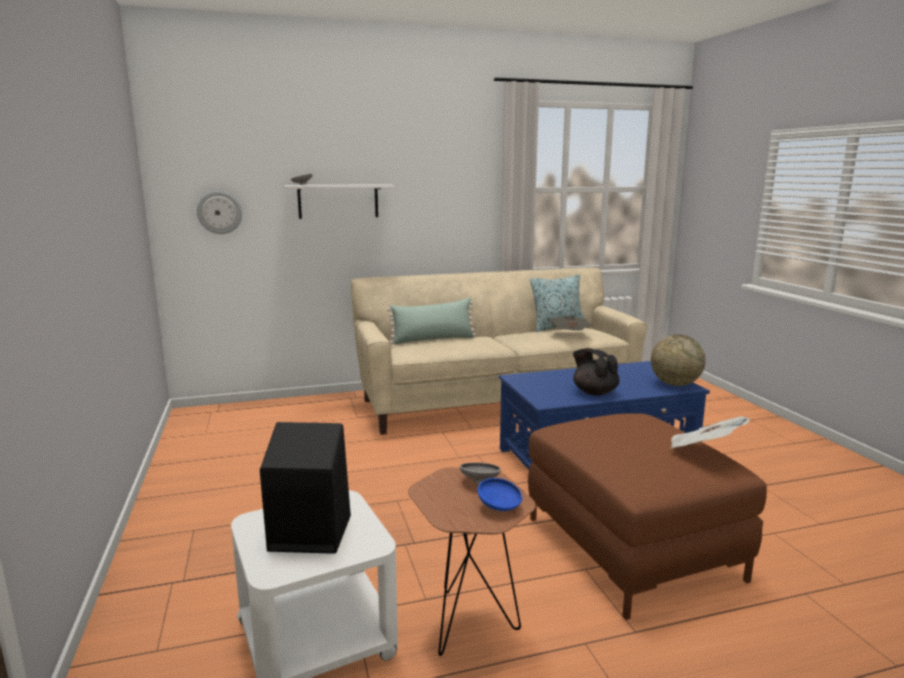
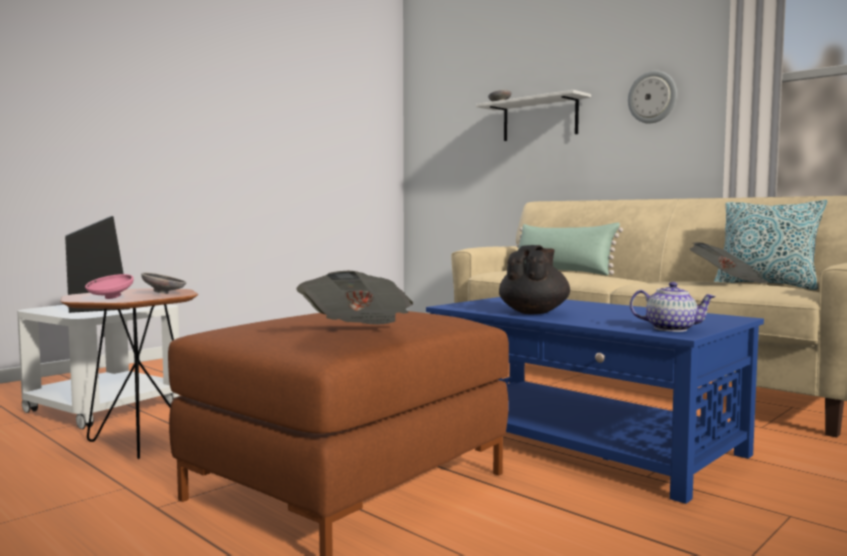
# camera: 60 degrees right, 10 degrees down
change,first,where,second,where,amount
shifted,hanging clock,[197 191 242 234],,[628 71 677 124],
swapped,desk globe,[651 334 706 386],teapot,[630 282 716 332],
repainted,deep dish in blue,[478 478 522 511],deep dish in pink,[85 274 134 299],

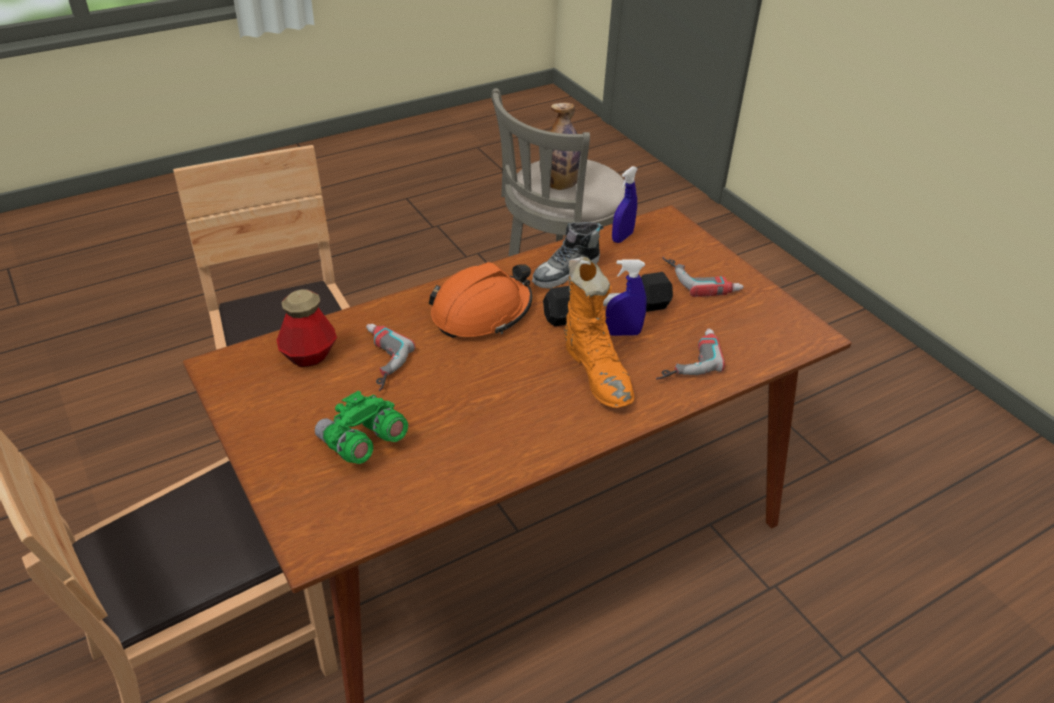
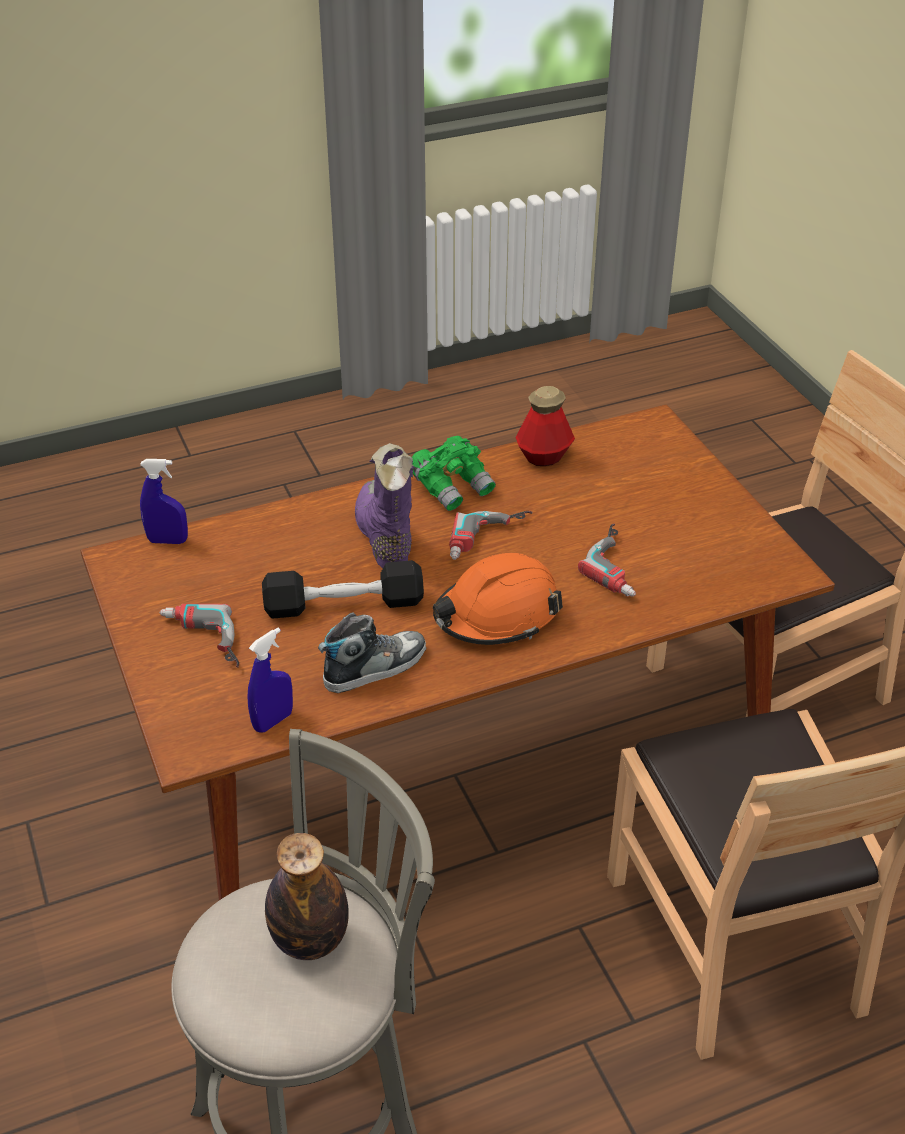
# camera: 170 degrees left, 0 degrees up
change,first,where,second,where,amount
shifted,drink bottle,[276 289 337 367],,[516 386 575 466],
shifted,field glasses in green-coloured,[315 390 408 464],,[412 436 496 511],
shifted,sprayer in blue,[605 259 646 336],,[140 459 188 544],
shifted,power drill,[656 328 725 379],,[449 511 533 560],
repainted,tall boot in orange-coloured,[564 257 634 408],tall boot in purple-coloured,[355 443 414 568],

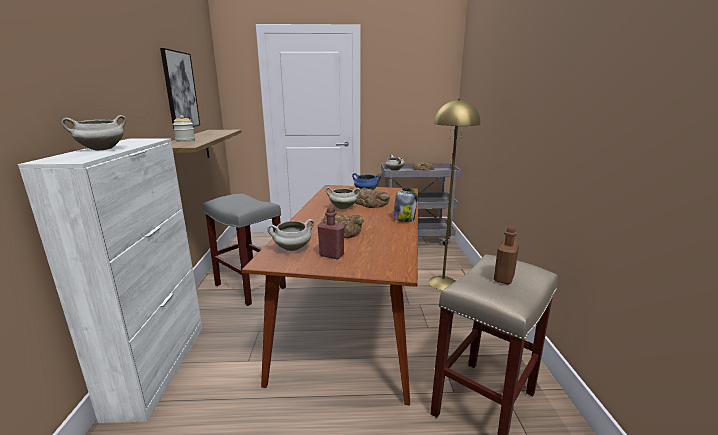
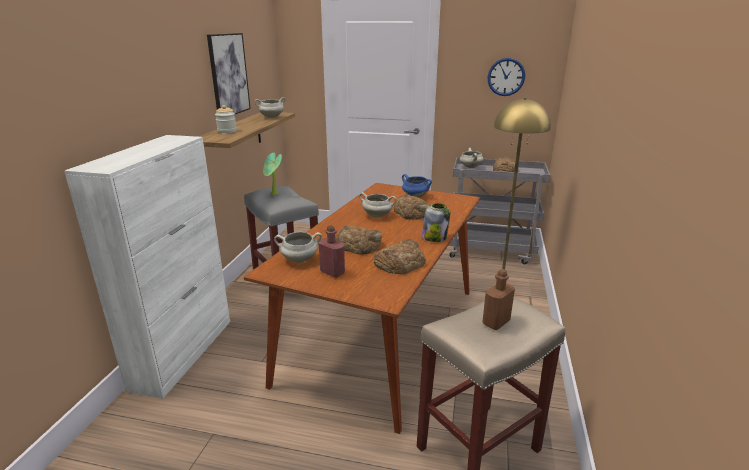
# camera: 15 degrees right, 5 degrees up
change,first,where,second,where,amount
new,,,houseplant,[263 153 282 196],
new,,,bakery bread,[373 239 426 274],
new,,,hanging clock,[488 58 525 96],
shifted,saucepot in white,[61 115 126 151],,[255 97 286 118],

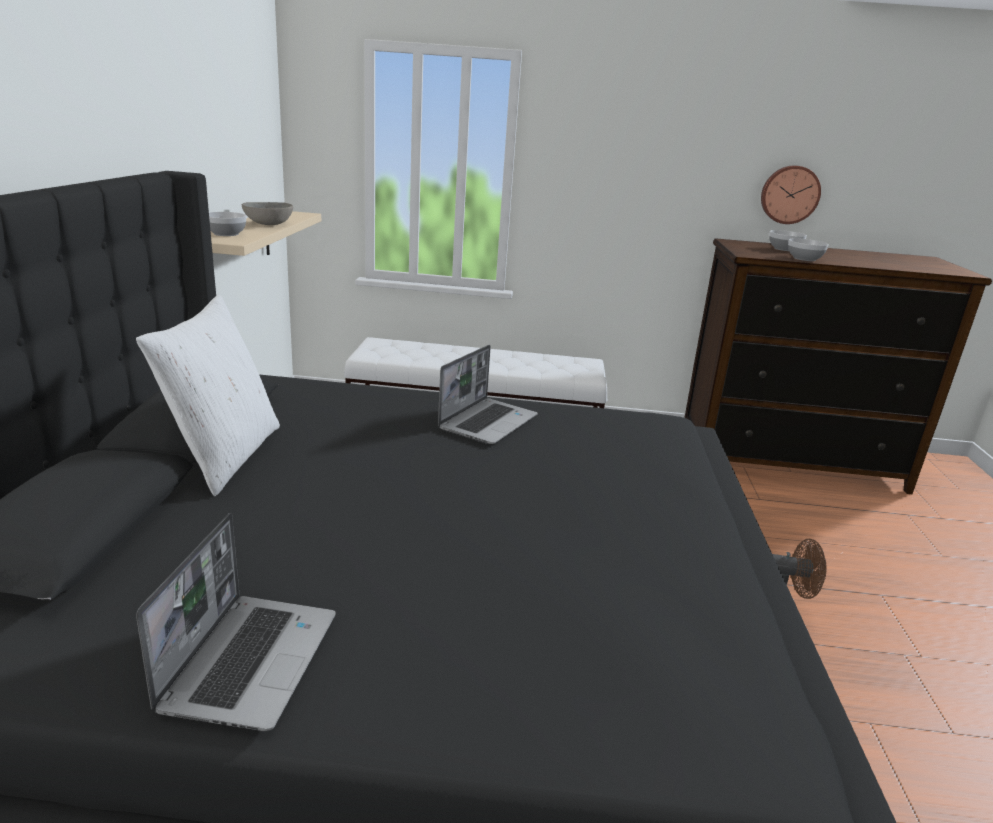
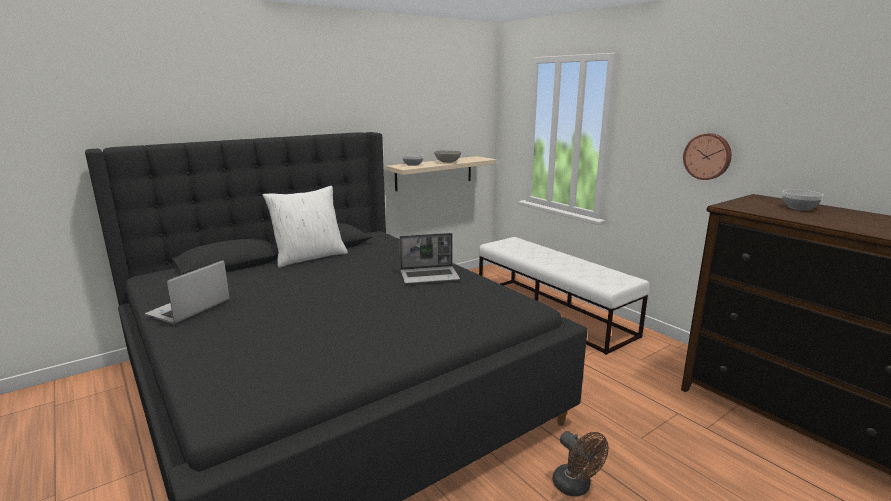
# camera: 50 degrees right, 5 degrees down
change,first,where,second,where,amount
gone,deep dish,[788 238 829 261],,,
shifted,hanging clock,[761 165 821 224],,[683 133 732 180],
rotated,portable computer,[136 513 336 731],,[145 260 230 324],150 degrees clockwise

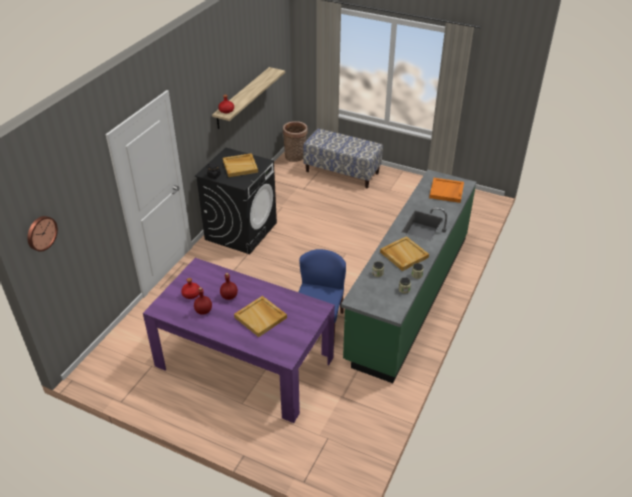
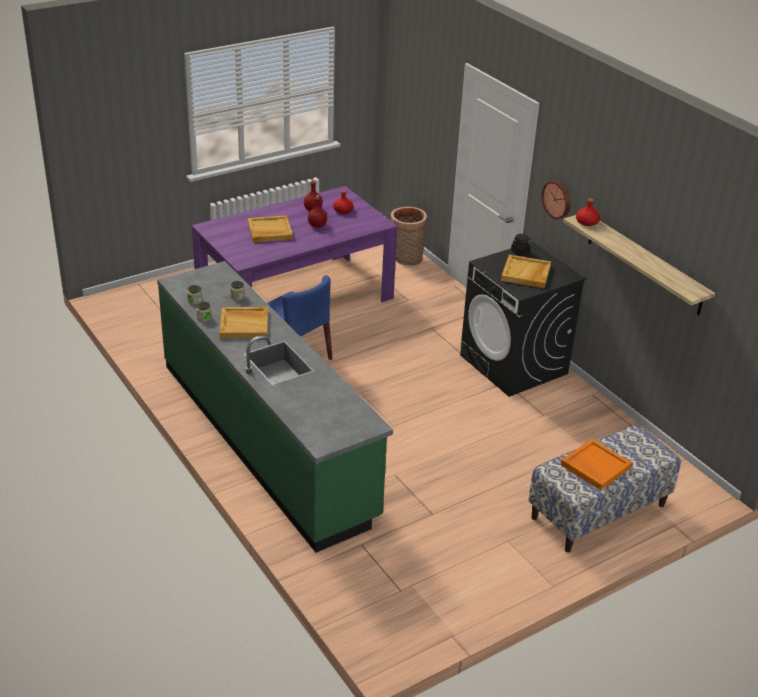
# camera: 120 degrees right, 5 degrees down
change,first,where,second,where,amount
shifted,hanging clock,[27 216 58 252],,[542 181 570 219],
shifted,household basket,[283 121 308 162],,[390 207 427 266],
shifted,serving tray in orange-coloured,[429 178 464 203],,[561 439 632 490],

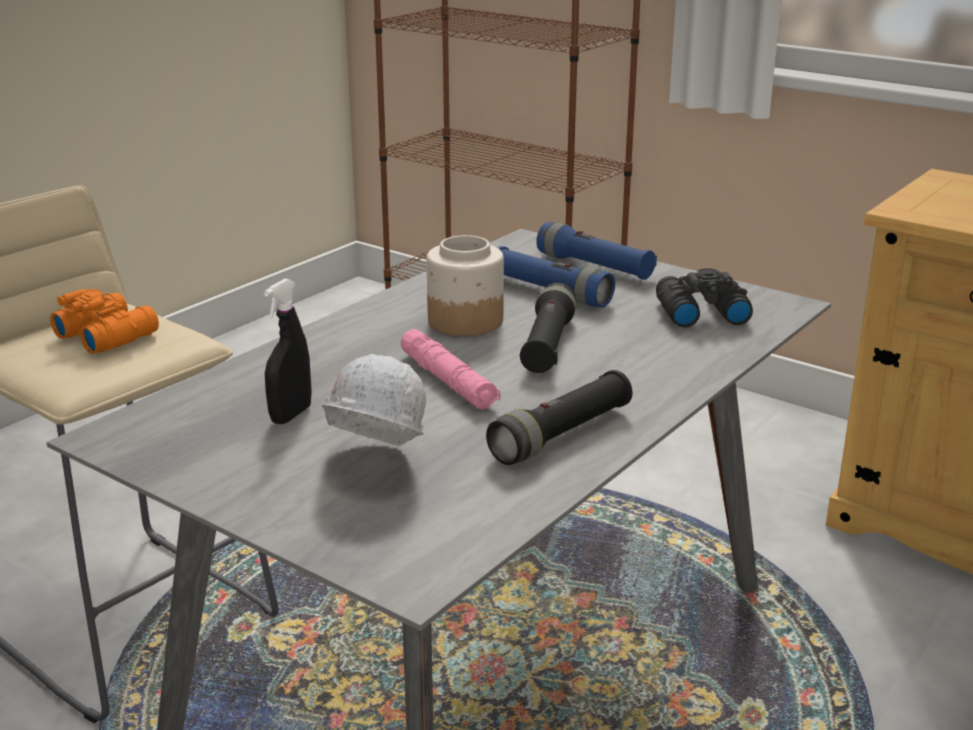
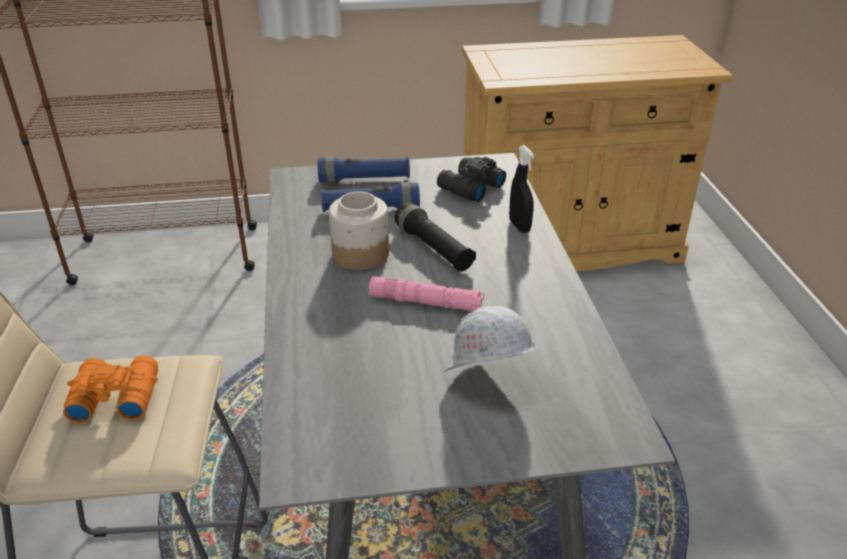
# camera: 45 degrees left, 10 degrees up
change,first,where,second,where,amount
gone,hand torch in blackish,[486 370 632 465],,,
shifted,sprayer in blackish,[264 279 312 424],,[509 145 534 233],

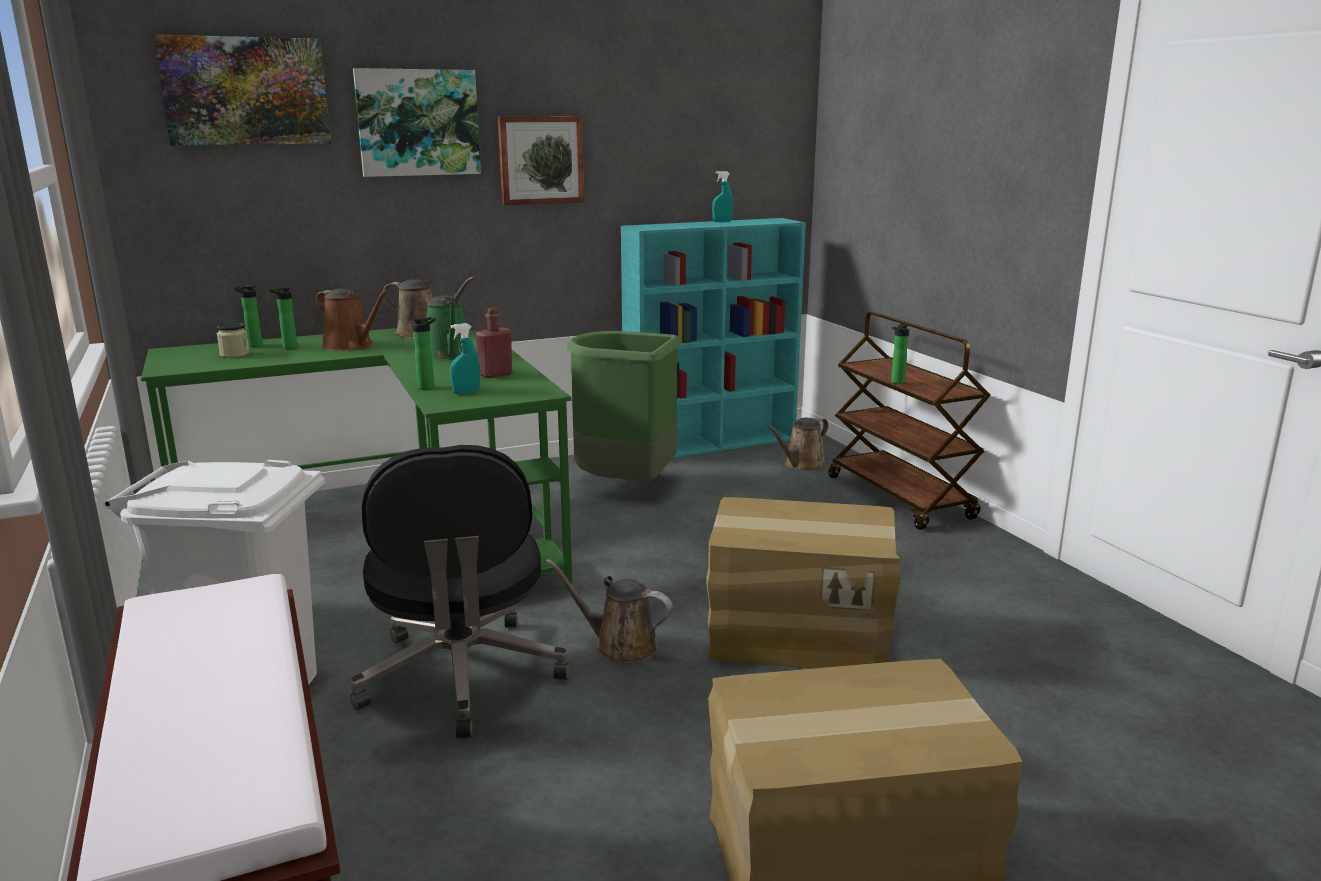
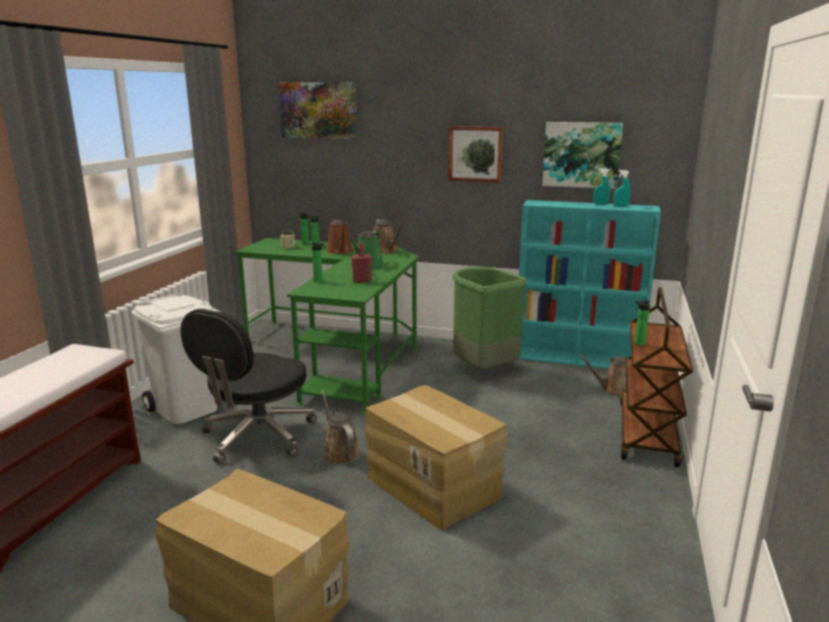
# camera: 40 degrees right, 0 degrees up
change,first,where,second,where,amount
shifted,wall picture,[353 68 481 177],,[542 122 623 189],
shifted,sprayer in turquoise,[450 323 480 394],,[613 170 630 207],

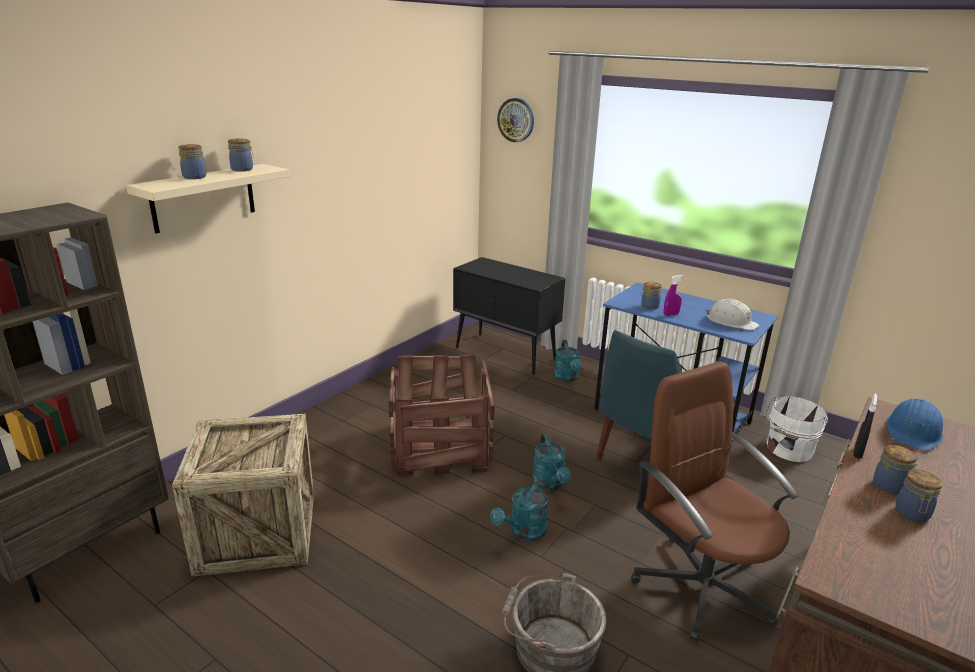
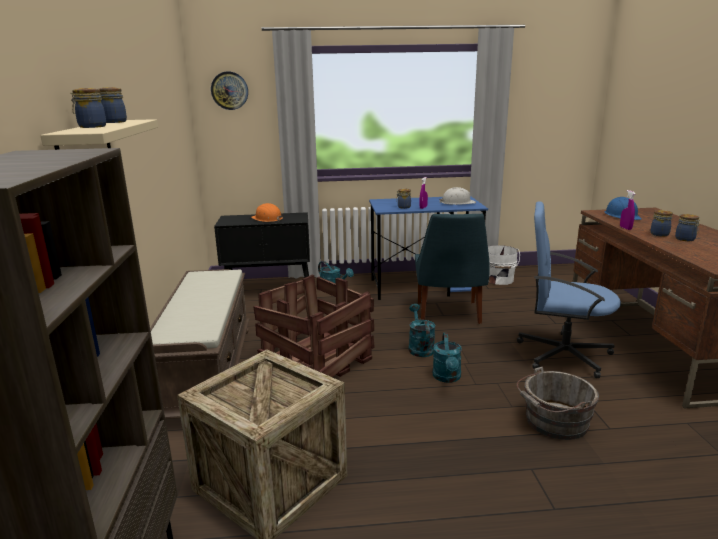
# camera: 40 degrees left, 5 degrees down
change,first,where,second,where,amount
new,,,bench in brown,[150 269 250 419],
new,,,safety helmet in orange-coloured,[251 203 283 222],
repainted,desk chair in brown,[631 362 798 641],desk chair in blue,[517 201 621 378],
repainted,sprayer in blackish,[854 394 877 459],sprayer in purple-coloured,[620 190 635 230],
rotated,watering pot in turquoise,[532 433 571 491],,[409 304 435 357],135 degrees counterclockwise

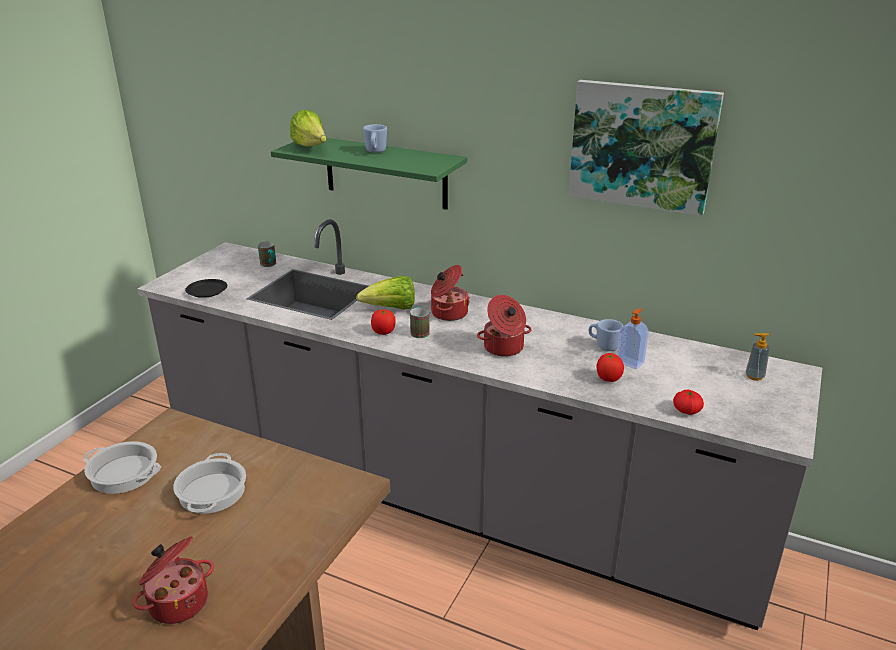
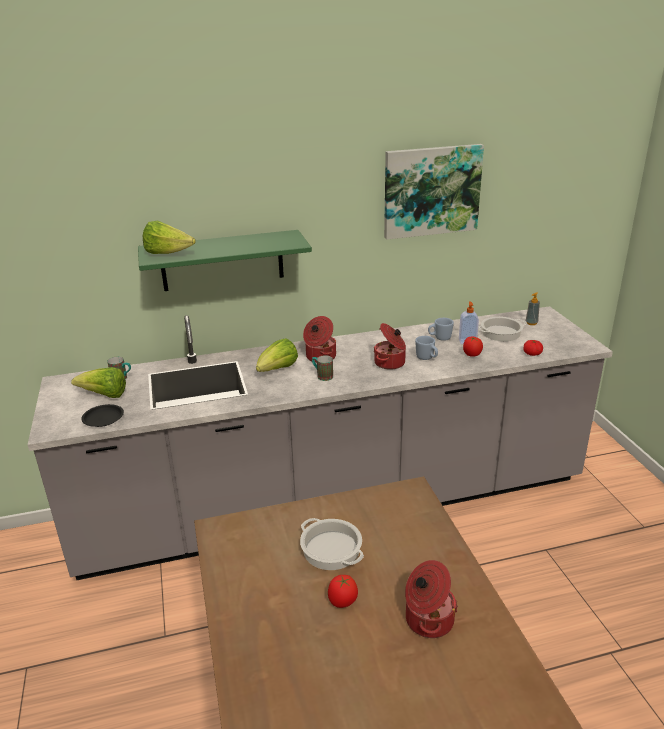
# camera: 40 degrees left, 0 degrees up
change,first,where,second,where,amount
new,,,lettuce,[71 367 126 398],
shifted,saucepot,[83 441 161 494],,[478 317 527 341],
shifted,tea mug in blue,[363 124 387 153],,[415 336 438 360],
shifted,whole tomato,[371 310 396 335],,[328 575 358 608],

